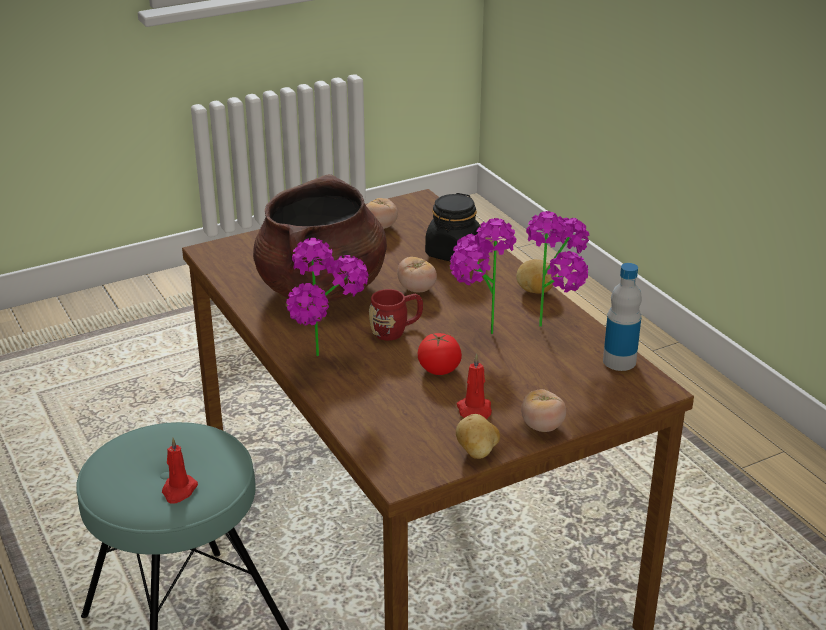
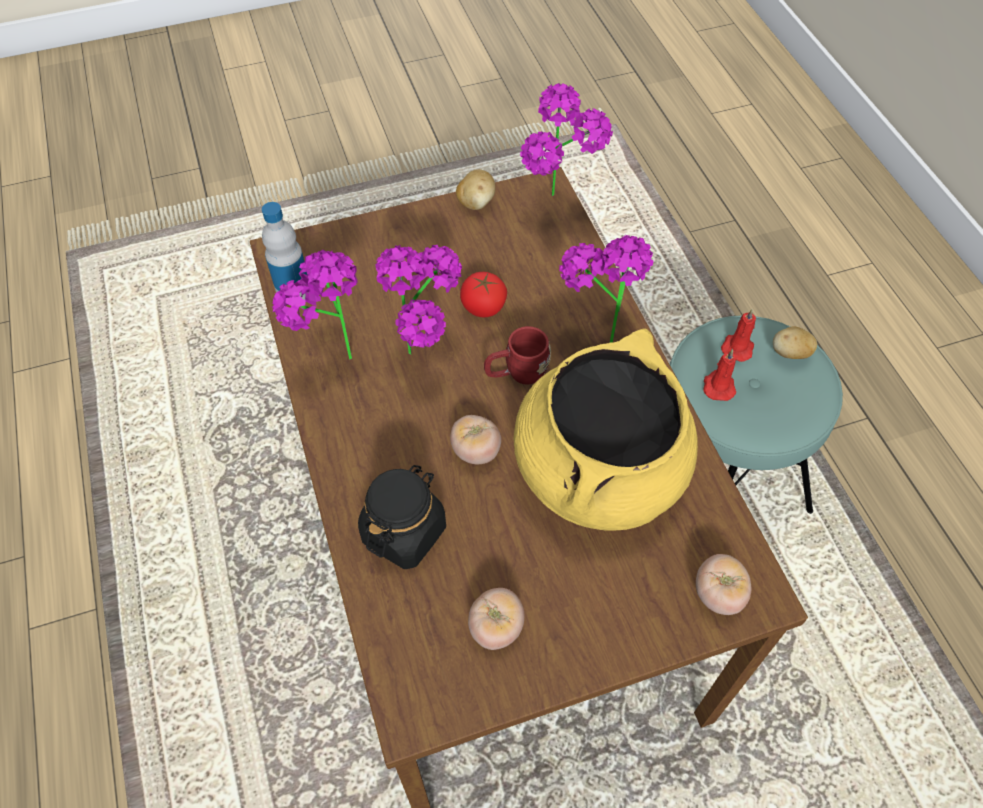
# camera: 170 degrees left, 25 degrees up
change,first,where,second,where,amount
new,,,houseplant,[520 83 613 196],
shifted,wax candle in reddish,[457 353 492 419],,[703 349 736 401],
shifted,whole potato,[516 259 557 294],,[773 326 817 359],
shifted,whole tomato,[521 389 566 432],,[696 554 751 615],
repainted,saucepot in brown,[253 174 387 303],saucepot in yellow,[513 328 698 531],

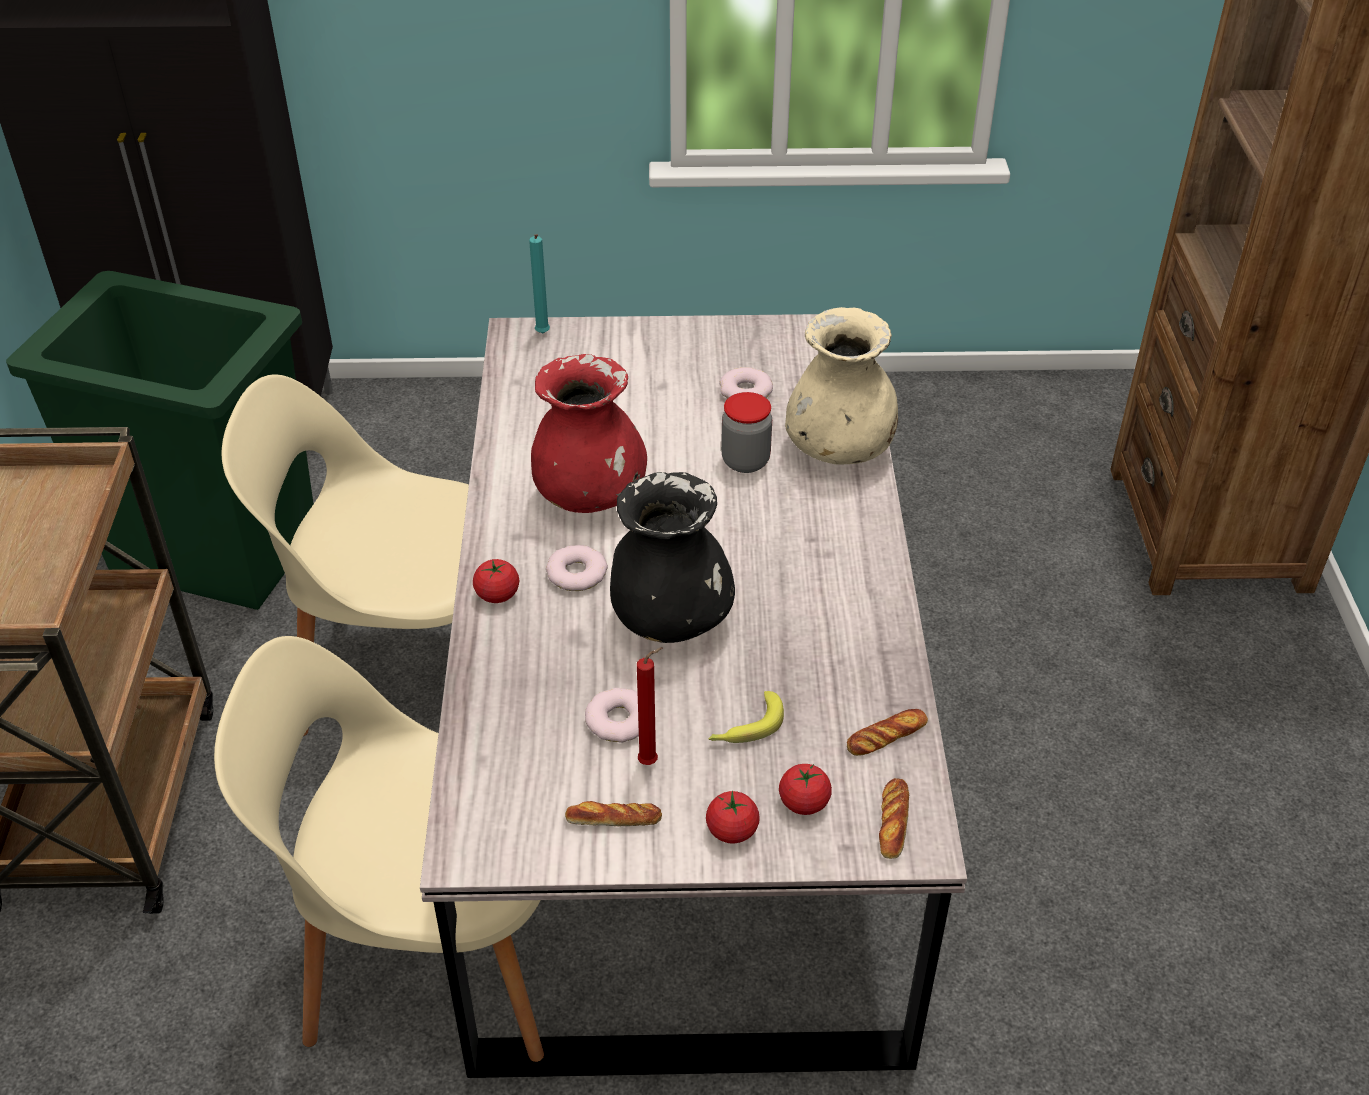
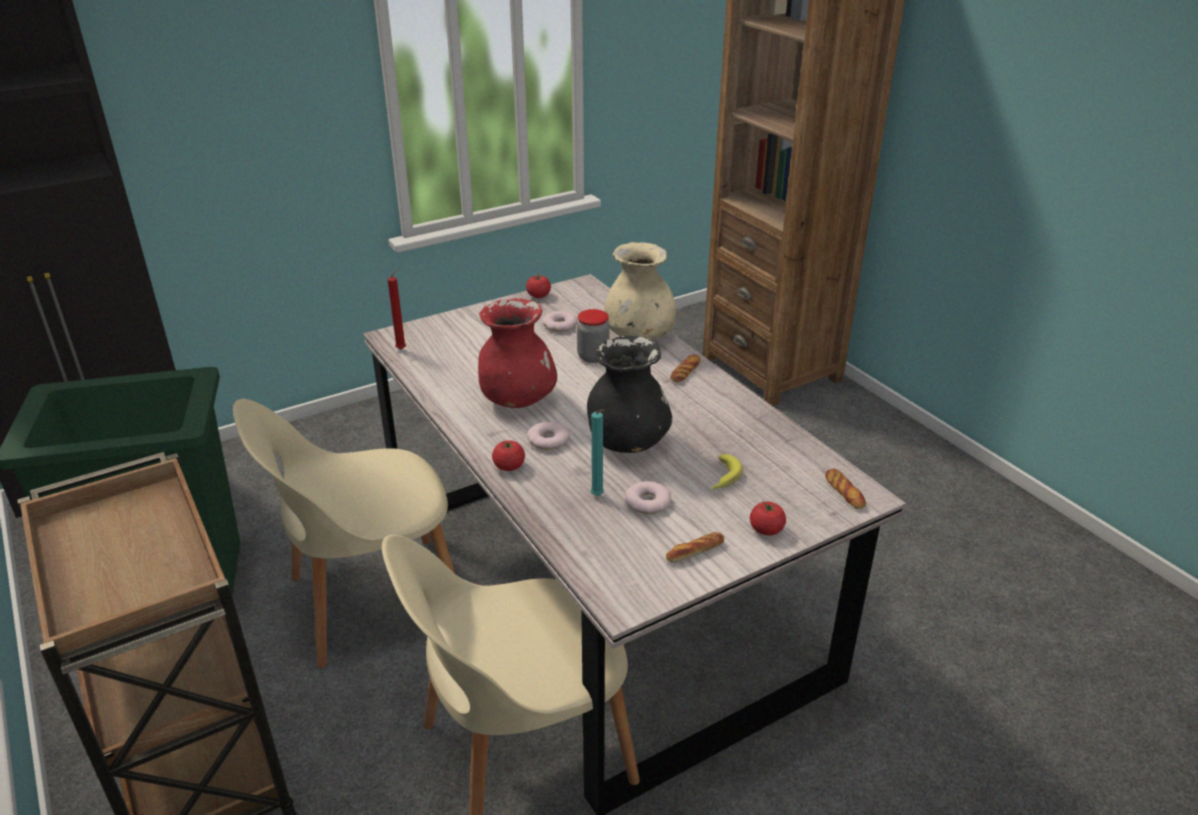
# camera: 30 degrees left, 10 degrees down
change,first,where,second,where,amount
shifted,wax candle in turquoise,[529 234 550 333],,[591 409 604 496],
shifted,wax candle in reddish,[637 647 662 765],,[388 268 406 350],
shifted,whole tomato,[779 764 832 815],,[526 274 551 298],
shifted,bakery bread,[847 709 928 756],,[670 355 701 383],

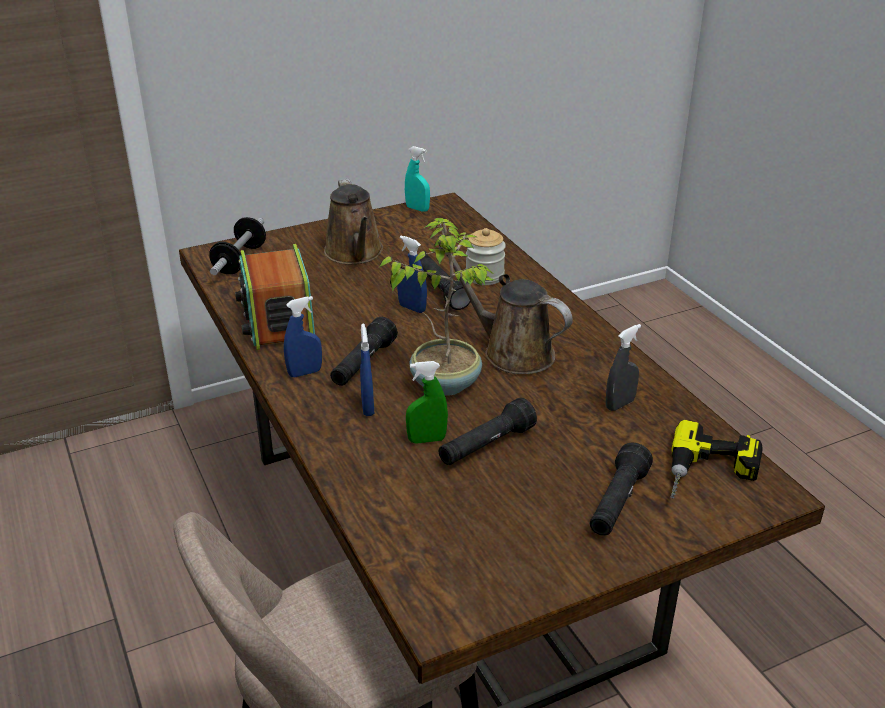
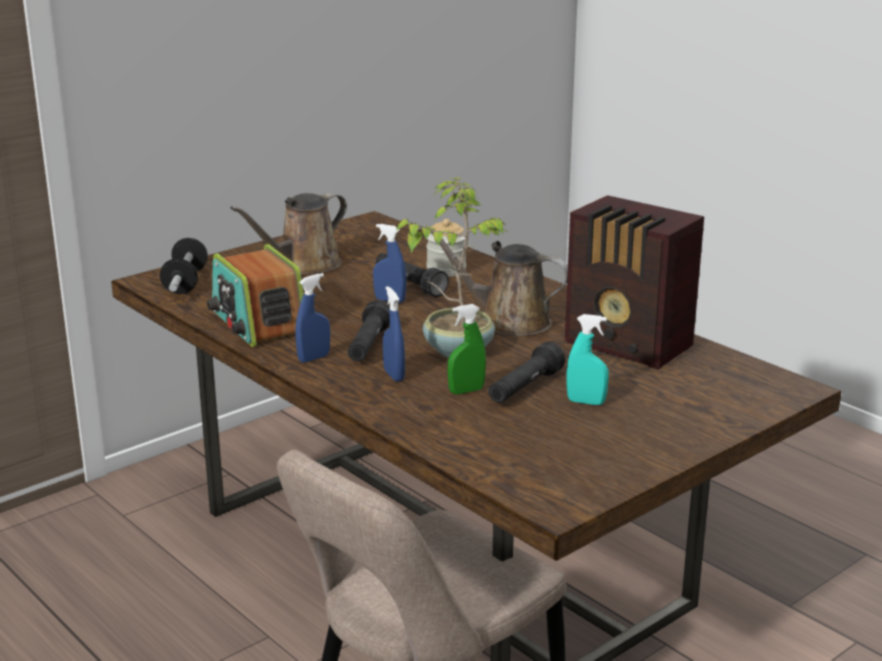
# camera: 15 degrees left, 10 degrees down
change,first,where,second,where,amount
gone,hand torch in blackish,[590 443 653 536],,,
gone,power drill,[671 420 763 499],,,
shifted,sprayer in turquoise,[405 146 430 212],,[567 314 609 405],
swapped,sprayer in grey,[606 324 641 411],radio,[565 195 704 370],
rotated,watering pot in brown,[324 179 383 264],,[230 193 347 275],75 degrees clockwise

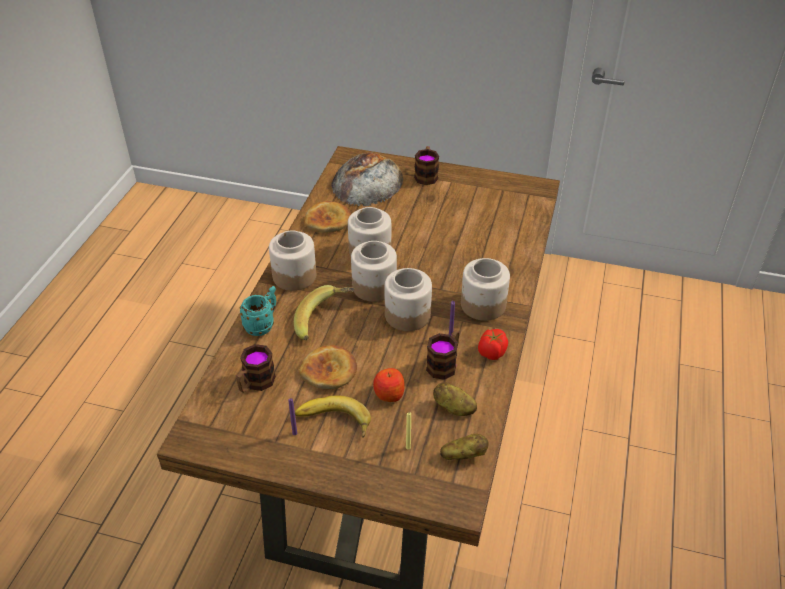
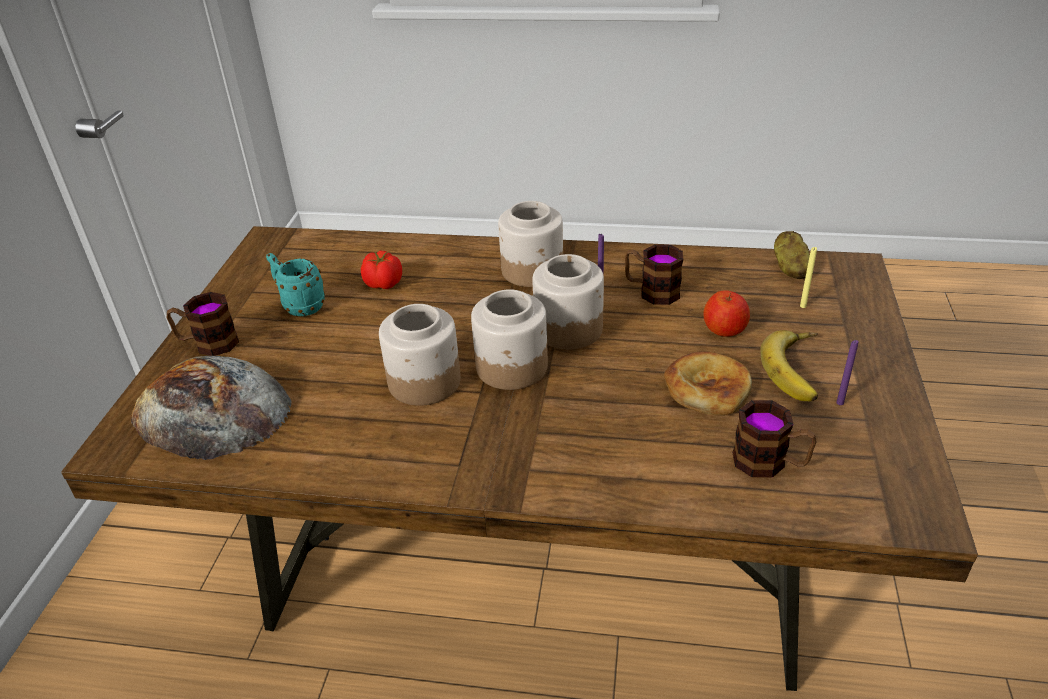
# camera: 95 degrees left, 5 degrees down
change,first,where,second,where,amount
gone,jar,[269 230 316 291],,,
gone,banana fruit,[294 285 354 340],,,
gone,bakery bread,[304 201 351 233],,,
gone,whole potato,[433 382 477 416],,,
shifted,tea mug in turquoise,[239 286 276 336],,[266 253 325 316],
shifted,whole tomato,[478 329 508 360],,[361 251 402 289],

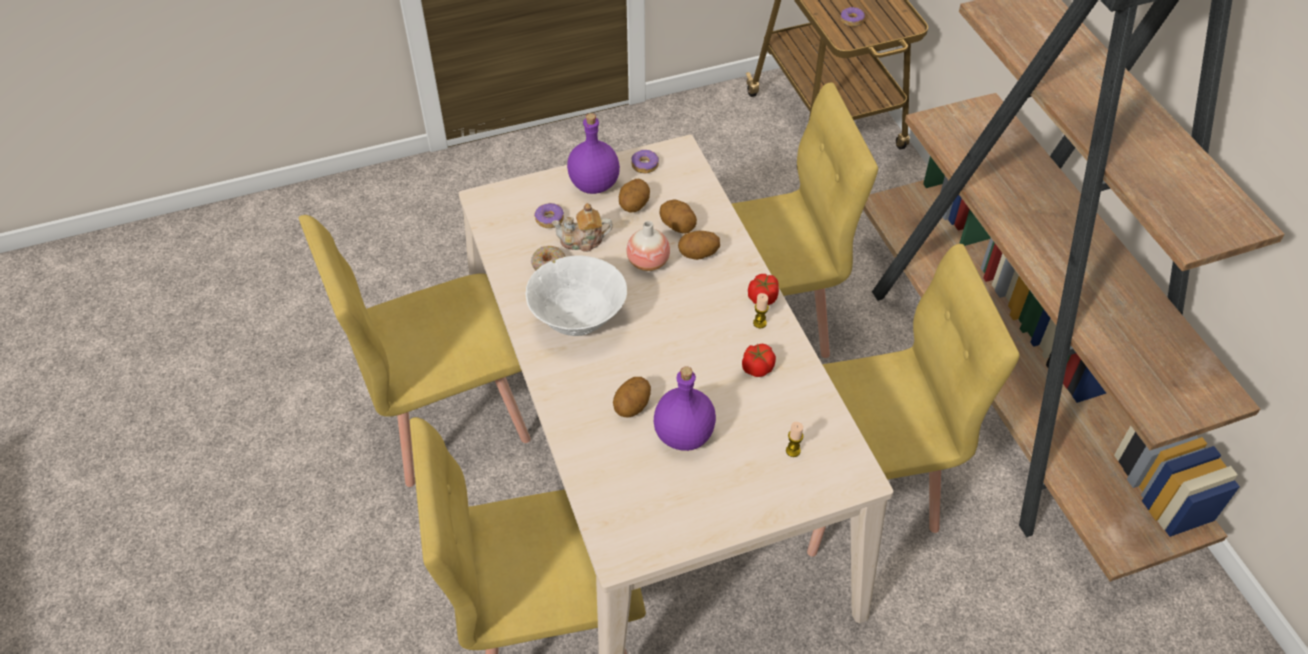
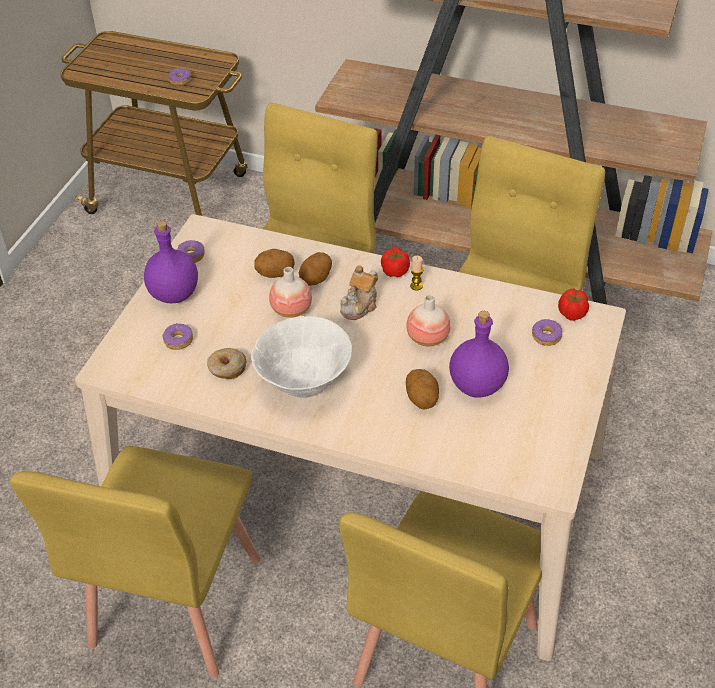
# camera: 50 degrees left, 5 degrees down
change,first,where,second,where,amount
gone,whole potato,[619 179 650 213],,,
new,,,flower vase,[406 295 451 346],
shifted,teapot,[552 203 613 252],,[340 265 378 320],
shifted,whole tomato,[742 344 776 377],,[558 289 589 321],
swapped,wax candle,[786 422 803 457],donut,[532 319 563 346],

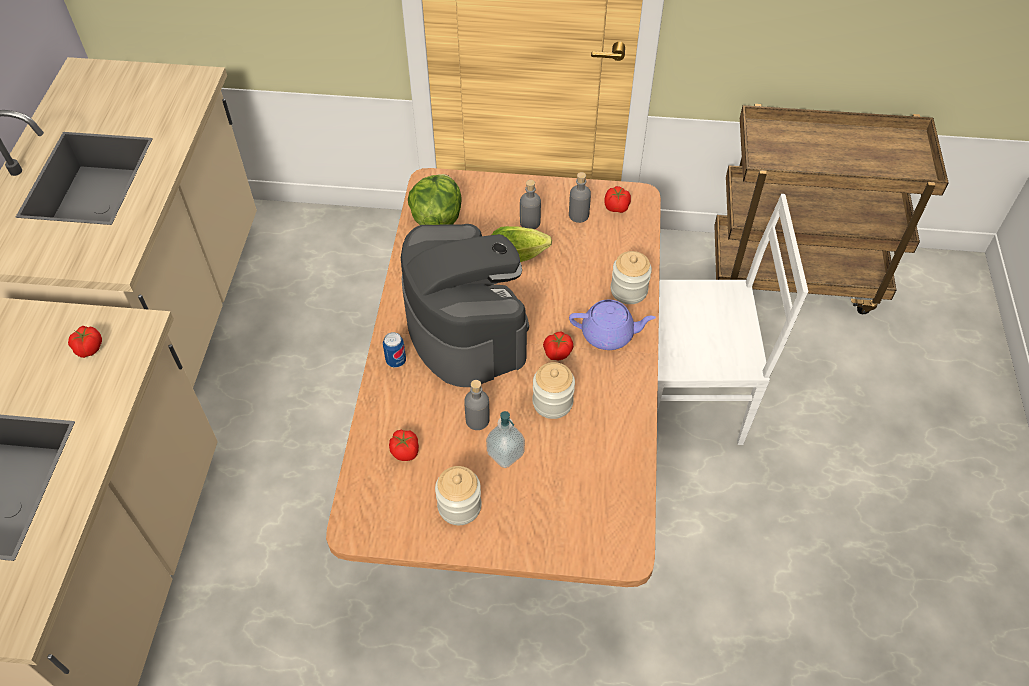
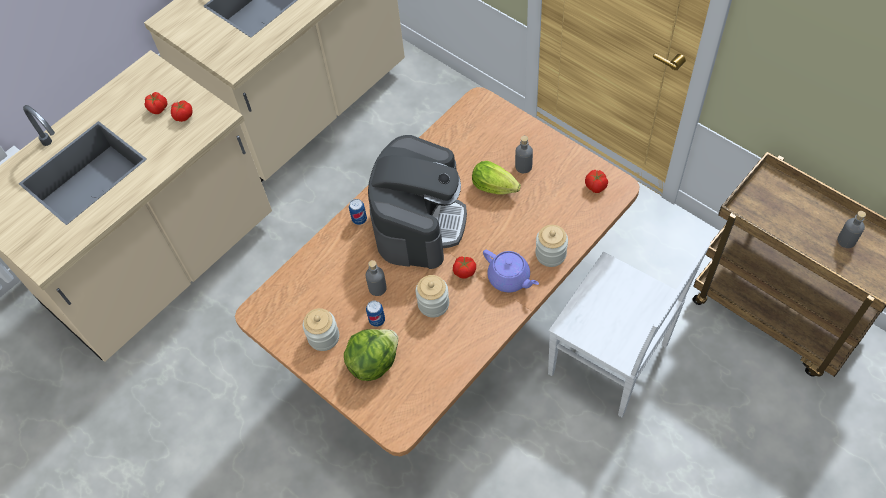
# camera: 40 degrees right, 5 degrees up
change,first,where,second,where,amount
shifted,whole tomato,[389 430 419 461],,[145 92 167 114],
shifted,lettuce,[408 174 462 225],,[344 329 398 381],
shifted,drink bottle in grey,[569 172 591 223],,[837 211 866 248],
swapped,soap bottle,[486 411 525 468],can,[366 301 385 327],

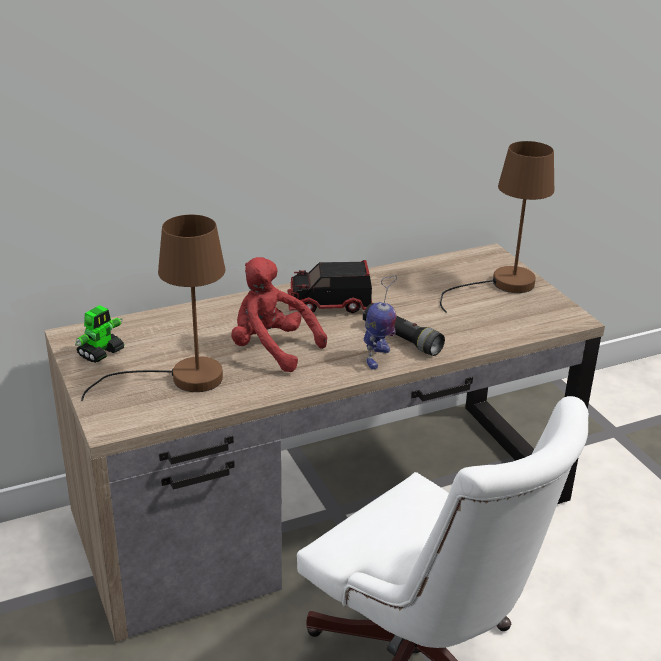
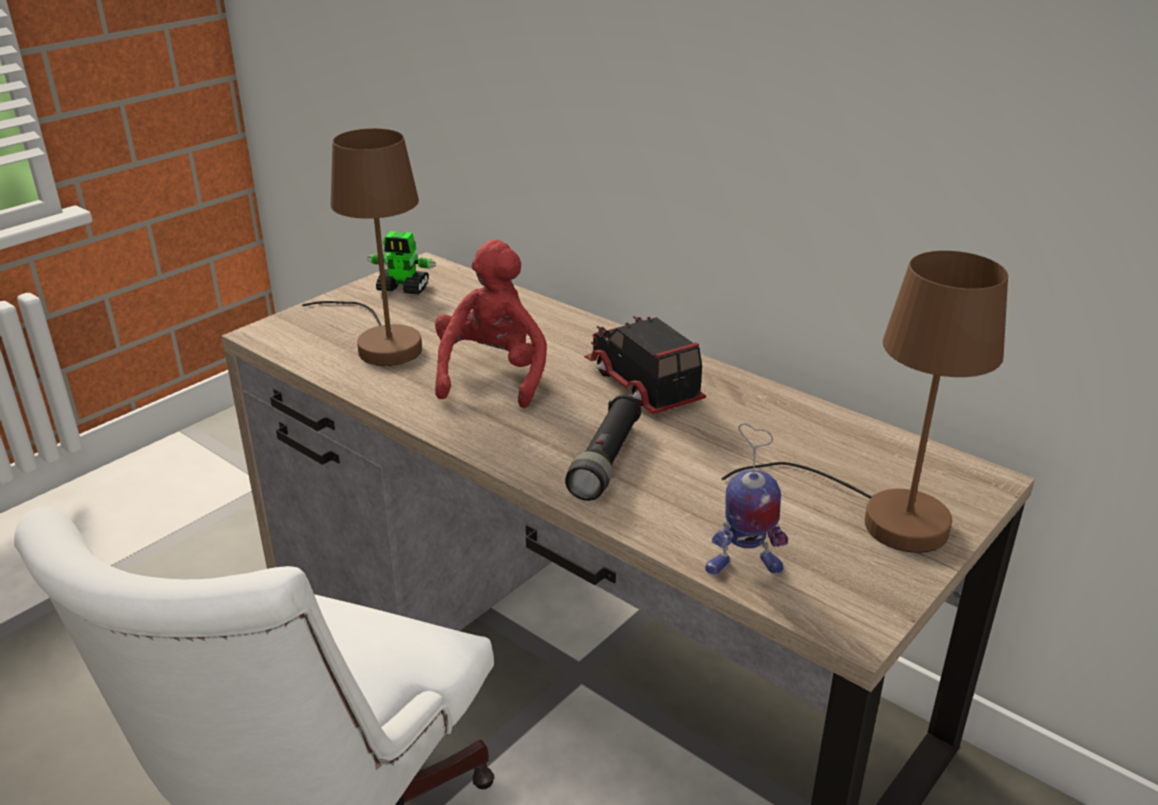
# camera: 65 degrees right, 0 degrees up
change,first,where,second,where,amount
shifted,robot figure,[364 275 397 370],,[705 423 788 575],

